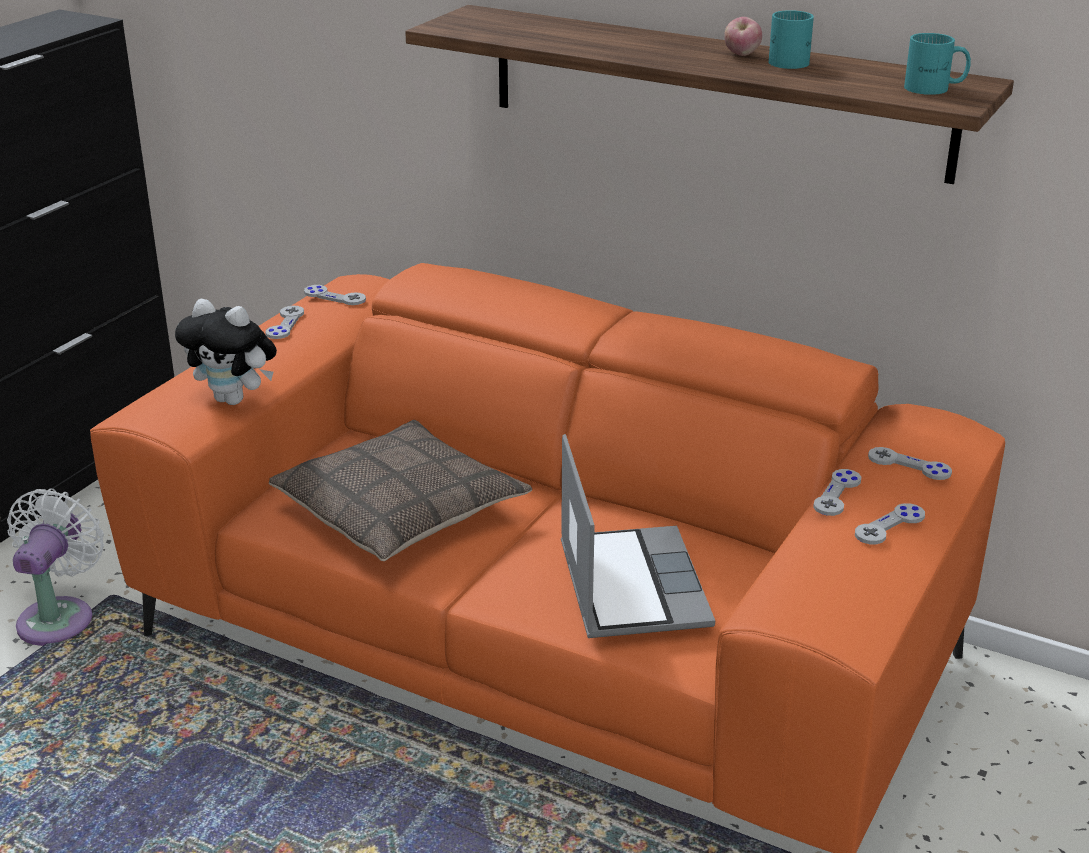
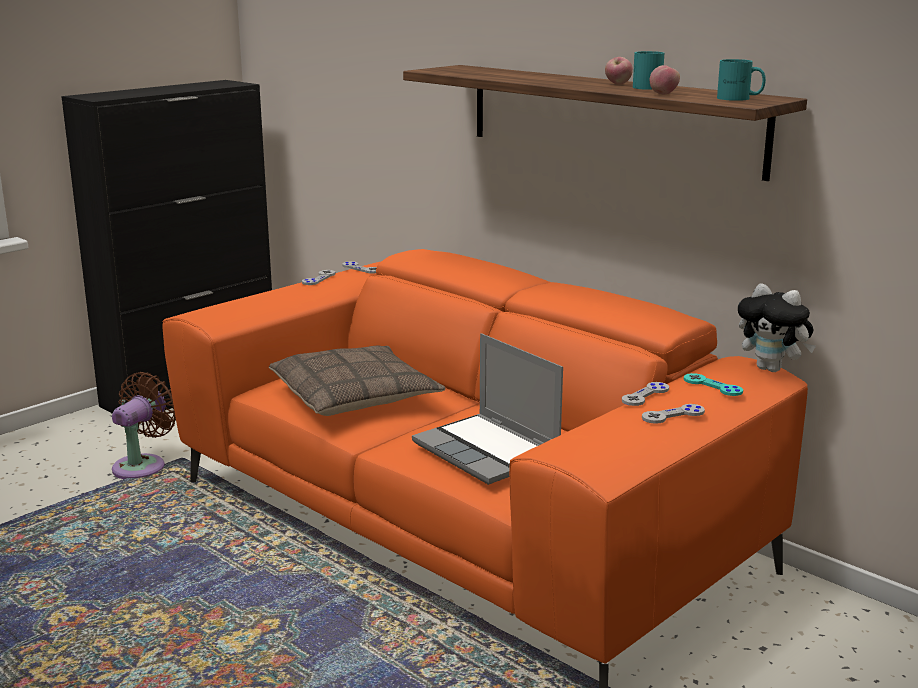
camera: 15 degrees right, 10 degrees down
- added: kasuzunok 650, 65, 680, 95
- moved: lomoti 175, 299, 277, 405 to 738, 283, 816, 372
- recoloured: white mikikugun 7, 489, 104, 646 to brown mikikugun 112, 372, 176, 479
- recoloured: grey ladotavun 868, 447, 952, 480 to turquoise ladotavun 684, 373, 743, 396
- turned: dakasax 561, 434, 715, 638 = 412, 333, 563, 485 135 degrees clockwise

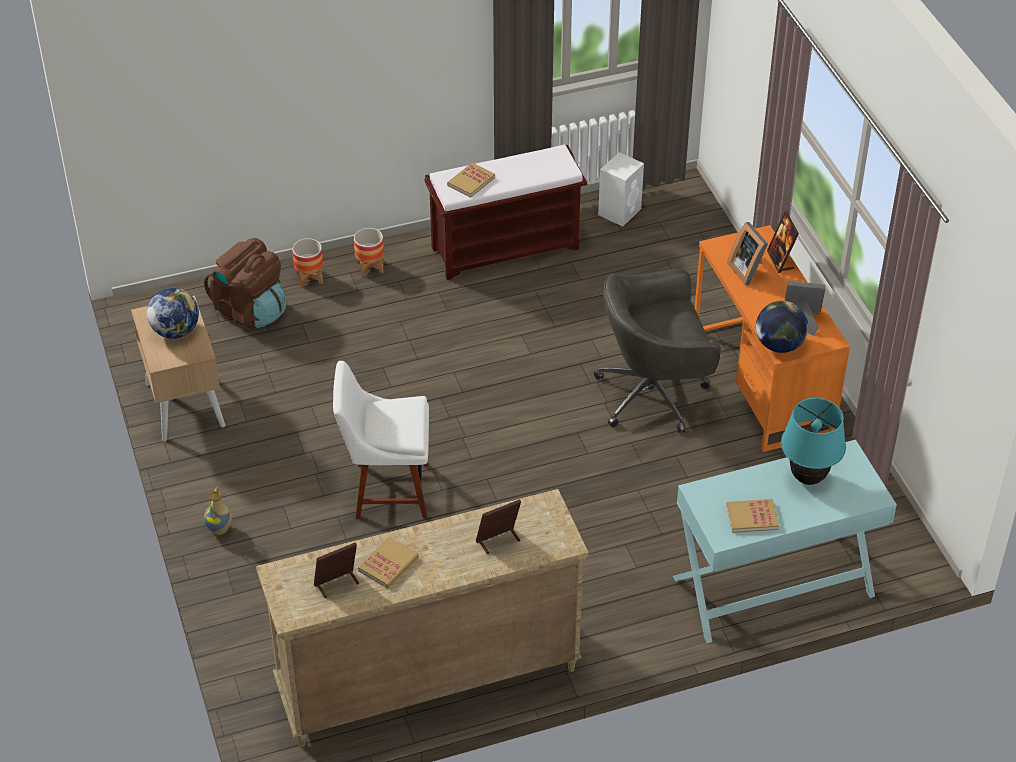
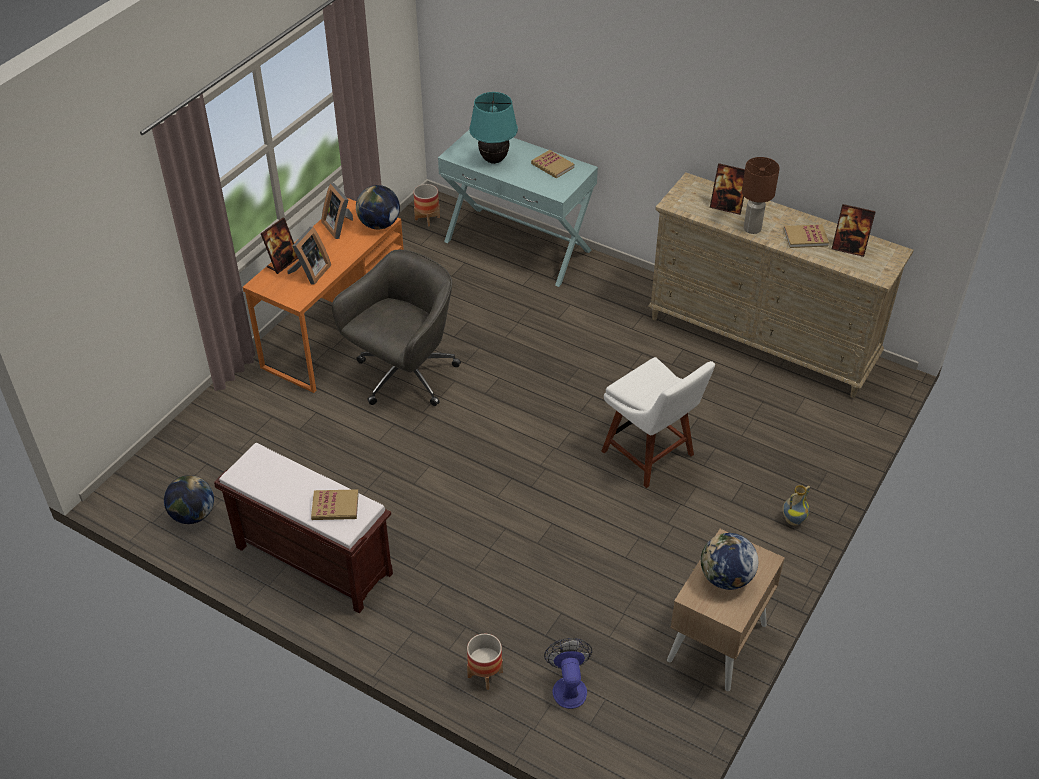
camera: 130 degrees left, 0 degrees up
- added: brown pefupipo 742, 157, 780, 234
- moved: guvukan 354, 228, 384, 276 to 414, 184, 440, 226
- replaced: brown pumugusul 204, 238, 286, 329 to mikikugun 544, 638, 592, 709
- replaced: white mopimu 598, 152, 644, 226 to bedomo 164, 475, 214, 524
- turned: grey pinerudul 594, 268, 721, 433 = 332, 250, 461, 406 90 degrees counterclockwise

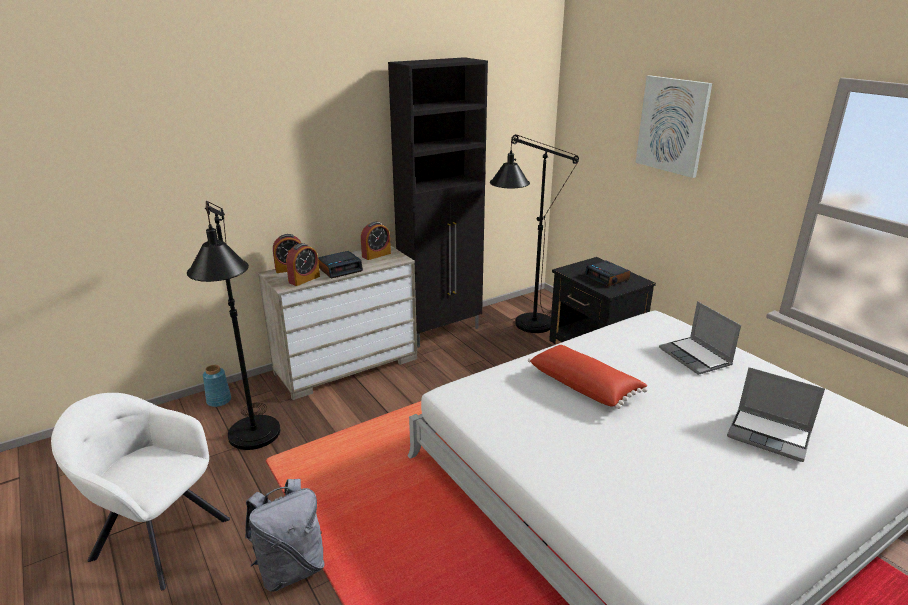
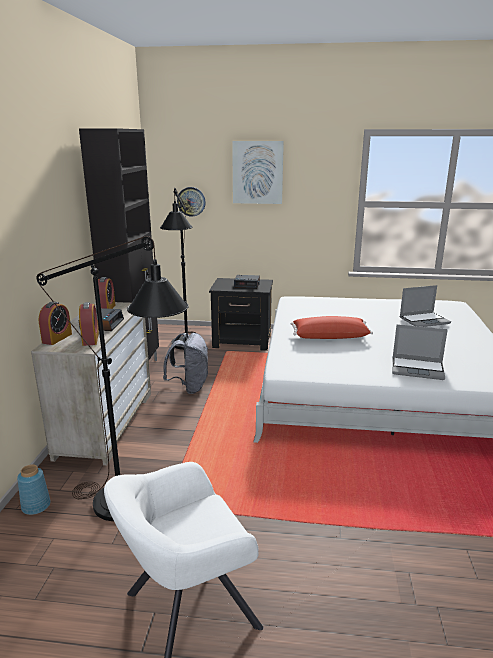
camera: 50 degrees left, 5 degrees down
- added: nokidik 177, 187, 206, 217
- moved: grey pumugusul 245, 479, 325, 592 to 163, 333, 208, 394
- moved: dakasax 659, 301, 741, 375 to 392, 324, 448, 380

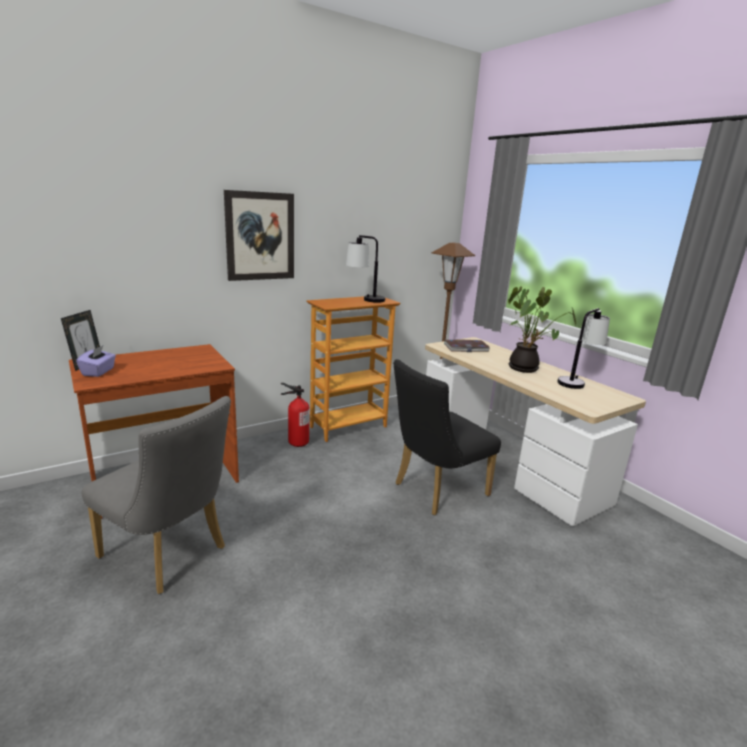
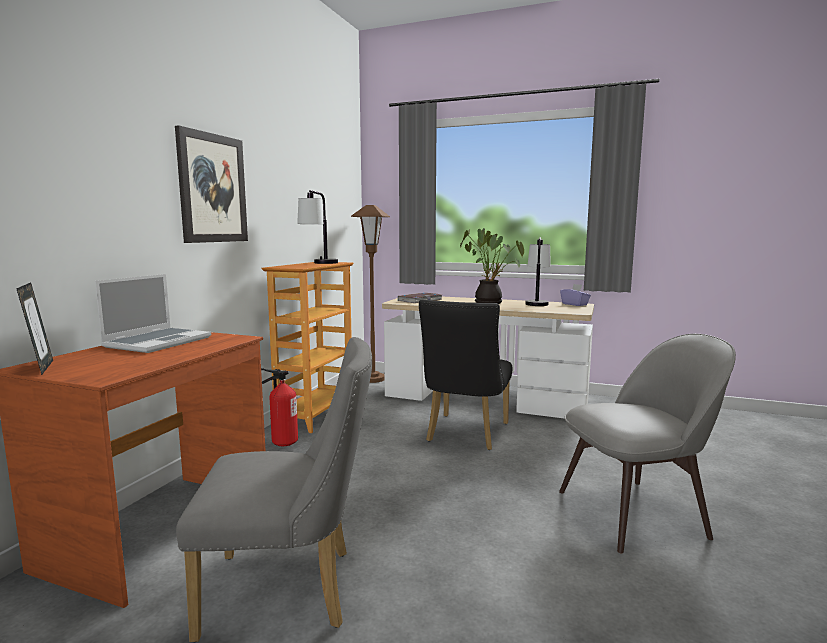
camera: 35 degrees left, 10 degrees down
- added: dakasax 95, 274, 211, 353
- added: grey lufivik 559, 334, 736, 553
- moved: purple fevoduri 76, 346, 116, 377 to 560, 284, 591, 306

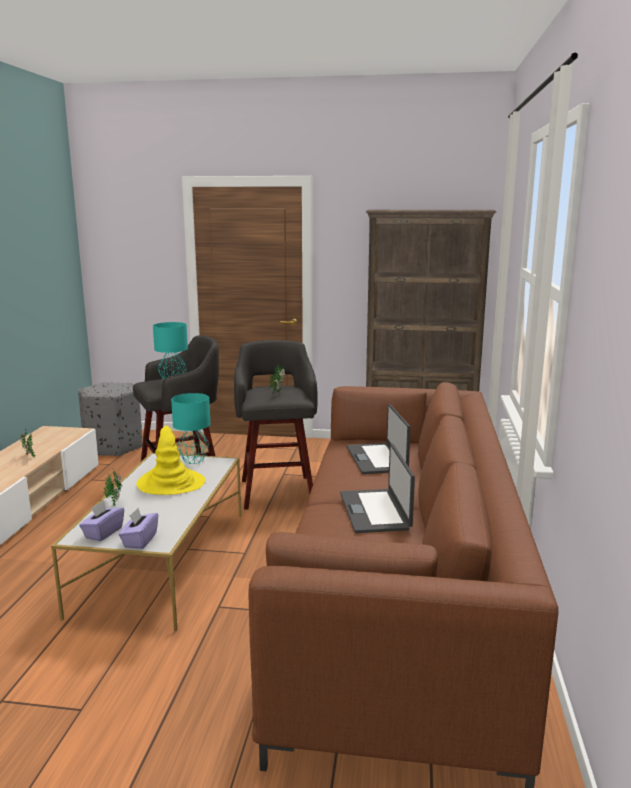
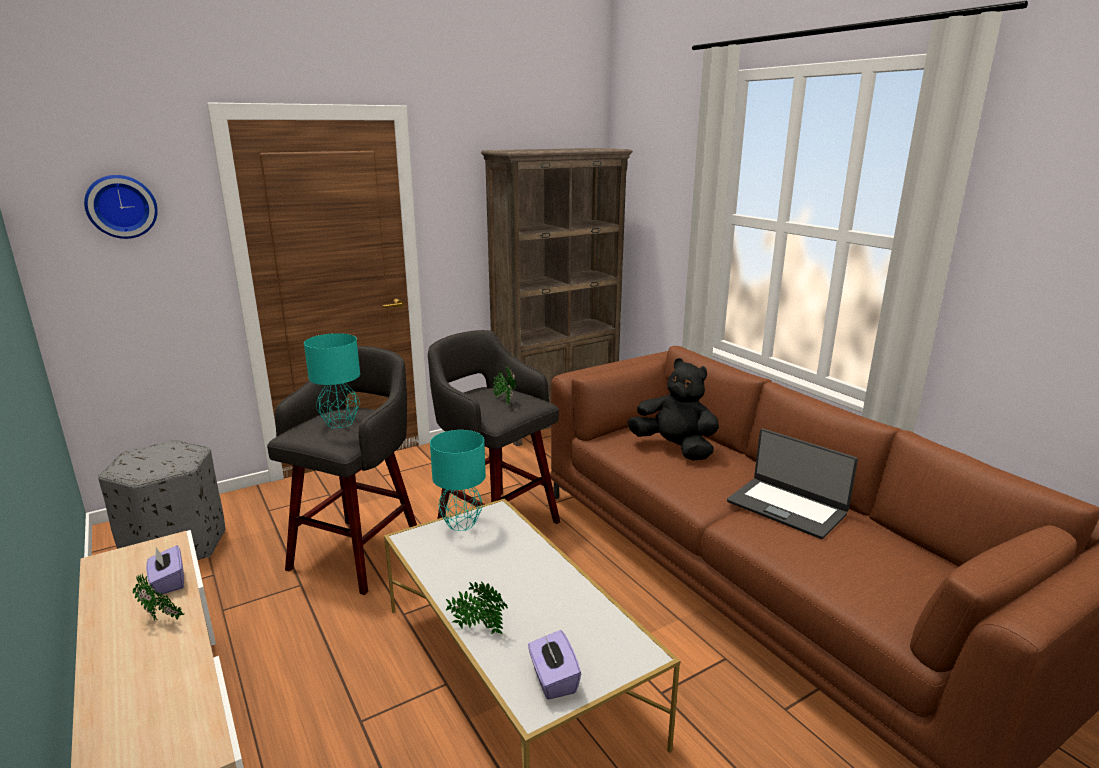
camera: 40 degrees left, 5 degrees up
- removed: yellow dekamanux 136, 426, 205, 495
- added: nokidik 84, 175, 158, 239
- moved: purple fevoduri 119, 508, 158, 549 to 146, 545, 184, 594
- replaced: dakasax 347, 404, 411, 474 to black lomoti 628, 358, 719, 460

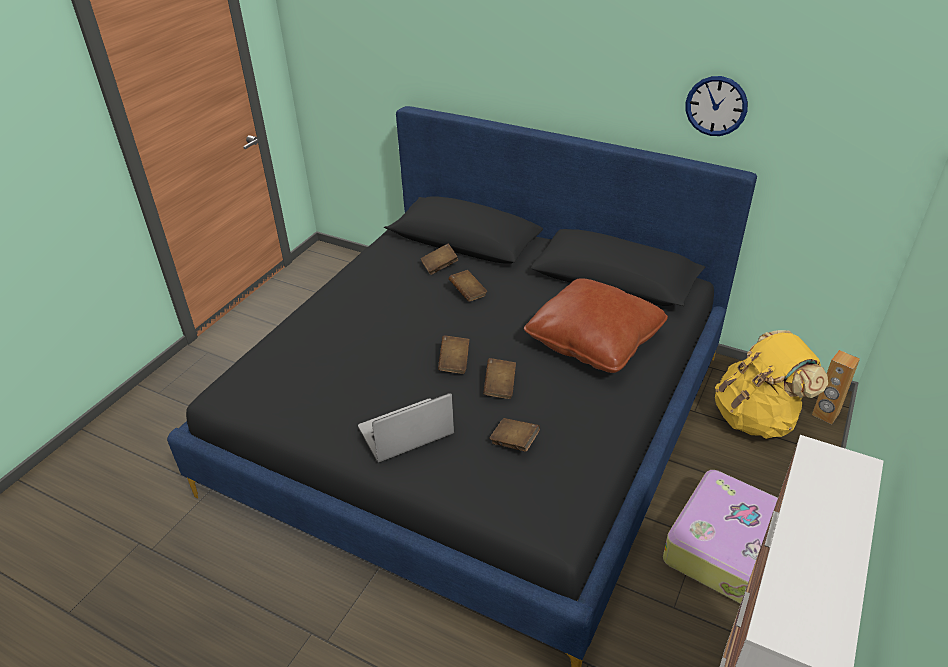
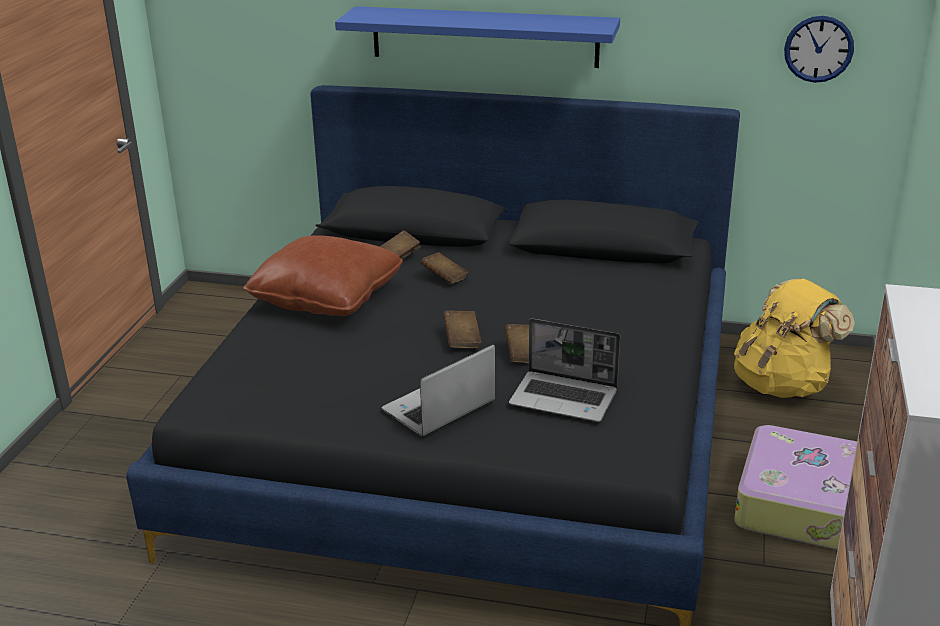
camera: 15 degrees left, 10 degrees down
- removed: brown mopimu 812, 350, 860, 424
- added: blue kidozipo 335, 6, 620, 68
- moved: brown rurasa 524, 279, 668, 373 to 243, 235, 403, 316
- moved: nokidik 686, 76, 748, 136 to 784, 16, 854, 83
- replaced: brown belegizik 489, 418, 540, 452 to dakasax 509, 318, 620, 422

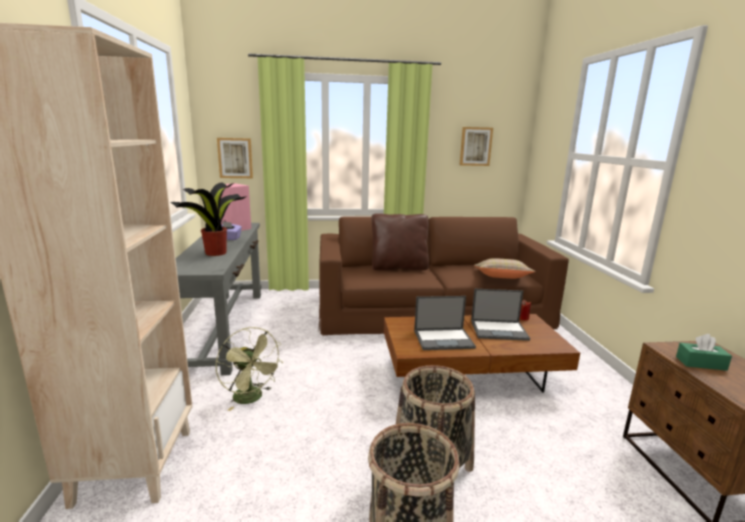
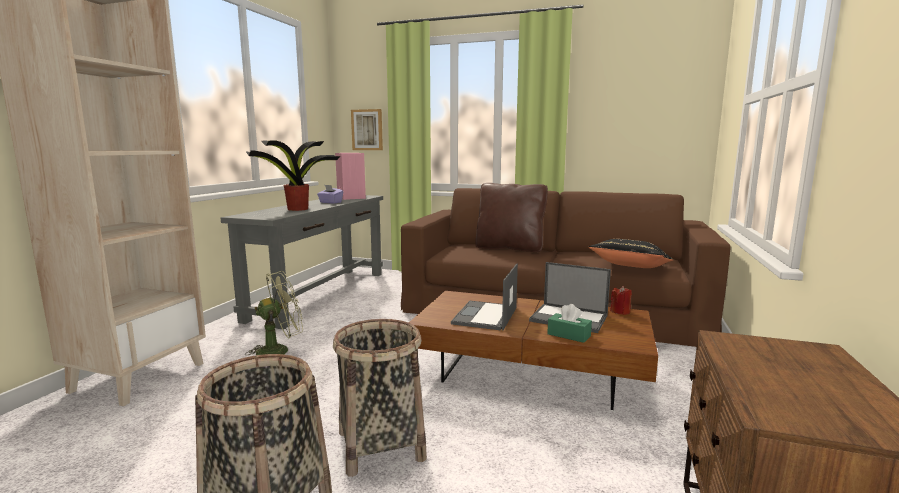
camera: 25 degrees right, 5 degrees down
- removed: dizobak 460, 127, 493, 166
- moved: green fevoduri 676, 334, 732, 371 to 547, 304, 592, 343
- recoloured: beige rurasa 474, 258, 536, 279 to black rurasa 589, 239, 674, 268
- turned: green mikikugun 216, 327, 281, 411 = 245, 271, 303, 355 105 degrees counterclockwise
- turned: dakasax 414, 296, 476, 350 = 451, 264, 518, 331 90 degrees clockwise

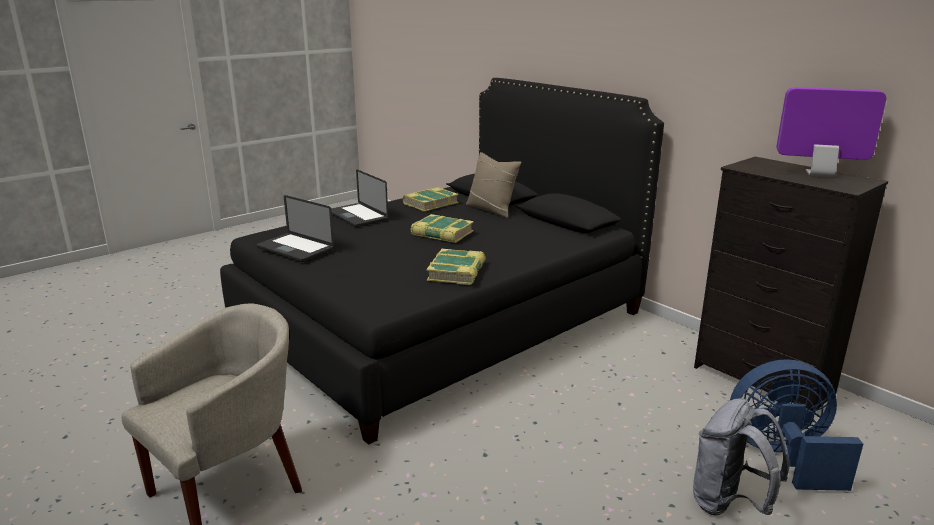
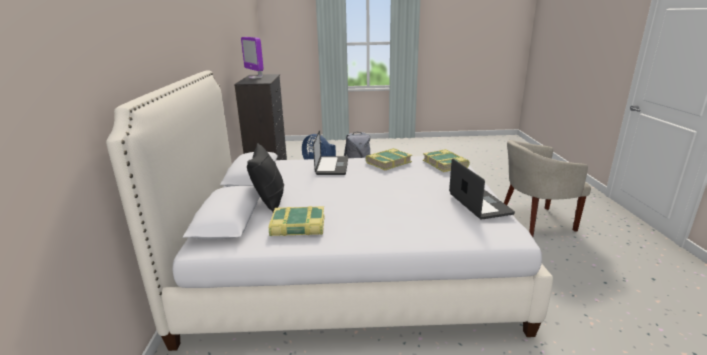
camera: 140 degrees left, 0 degrees up
- moved: dakasax 331, 169, 388, 227 to 313, 130, 348, 175
- moved: belegizik 411, 214, 474, 243 to 423, 149, 470, 172
- recoloured: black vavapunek 220, 78, 664, 445 to white vavapunek 106, 71, 553, 351
- recoloured: beige rurasa 466, 152, 521, 218 to black rurasa 247, 143, 284, 212

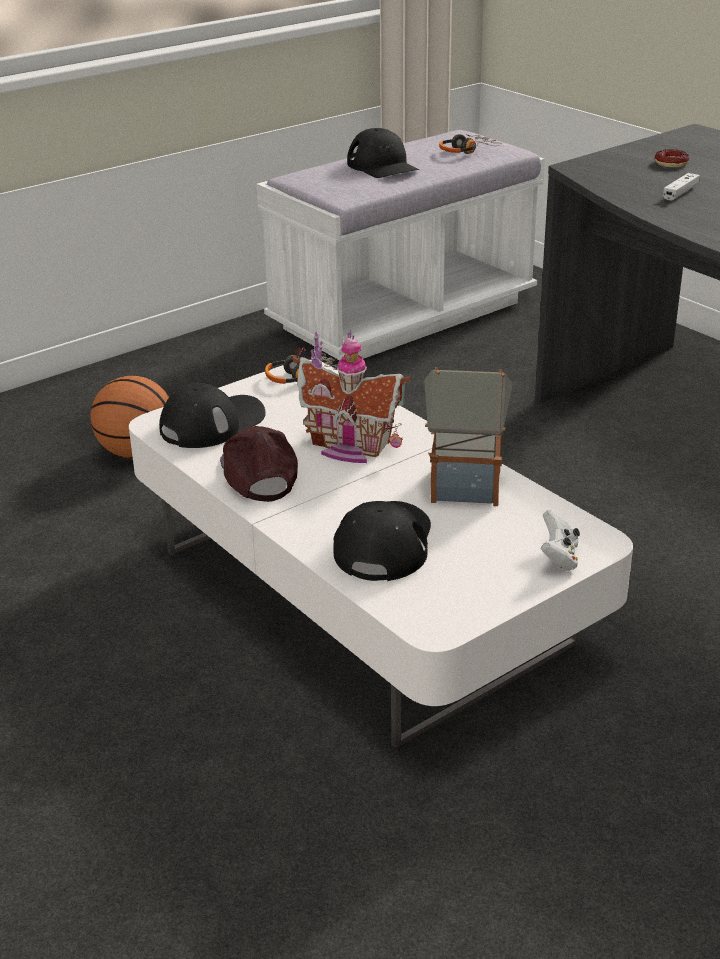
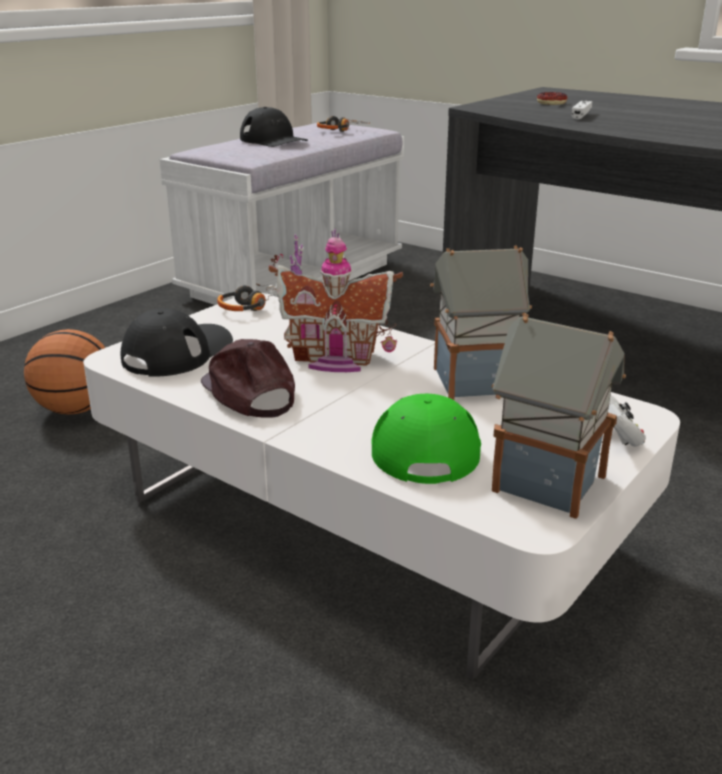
camera: 15 degrees left, 5 degrees down
- added: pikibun 491, 313, 626, 519
- recoloured: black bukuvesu 333, 501, 431, 581 to green bukuvesu 371, 394, 481, 484

